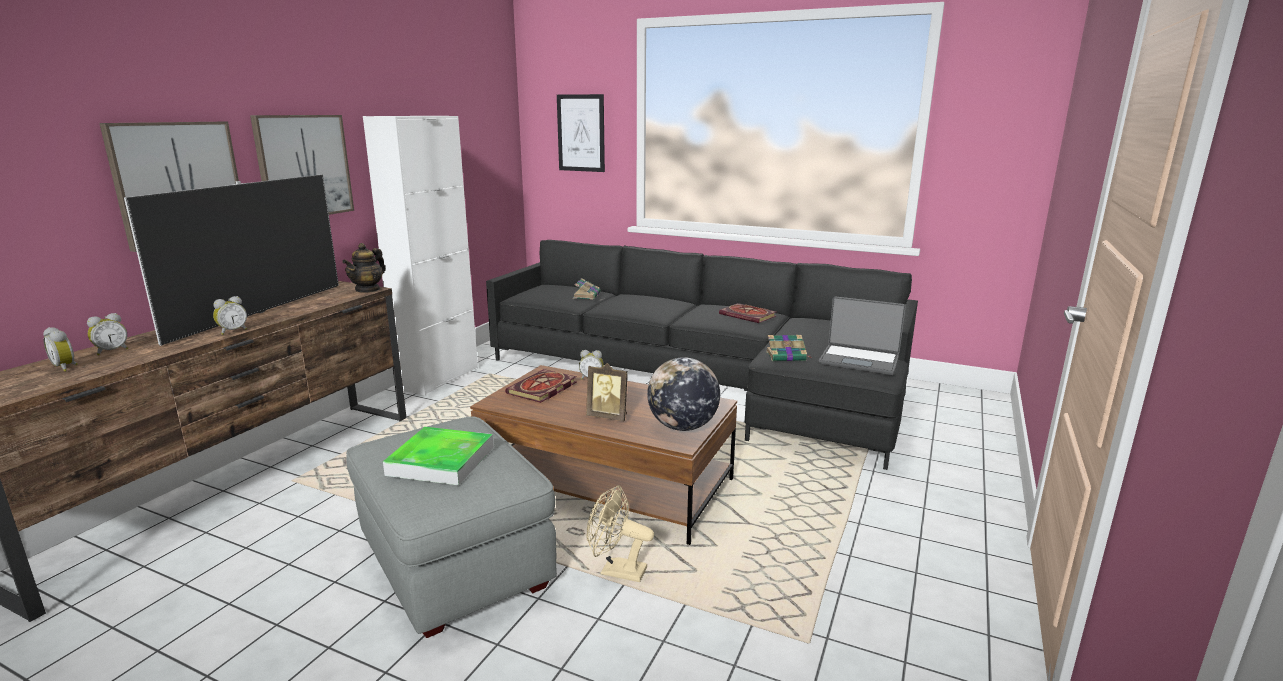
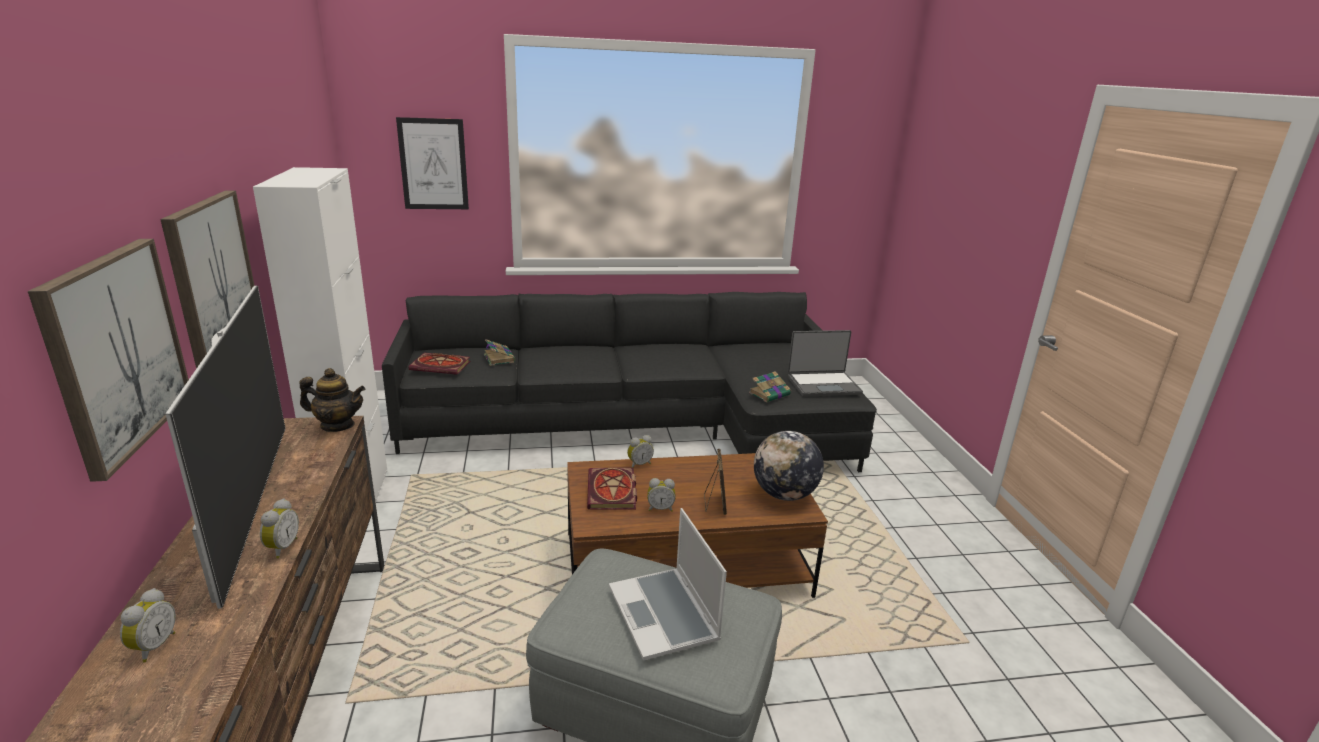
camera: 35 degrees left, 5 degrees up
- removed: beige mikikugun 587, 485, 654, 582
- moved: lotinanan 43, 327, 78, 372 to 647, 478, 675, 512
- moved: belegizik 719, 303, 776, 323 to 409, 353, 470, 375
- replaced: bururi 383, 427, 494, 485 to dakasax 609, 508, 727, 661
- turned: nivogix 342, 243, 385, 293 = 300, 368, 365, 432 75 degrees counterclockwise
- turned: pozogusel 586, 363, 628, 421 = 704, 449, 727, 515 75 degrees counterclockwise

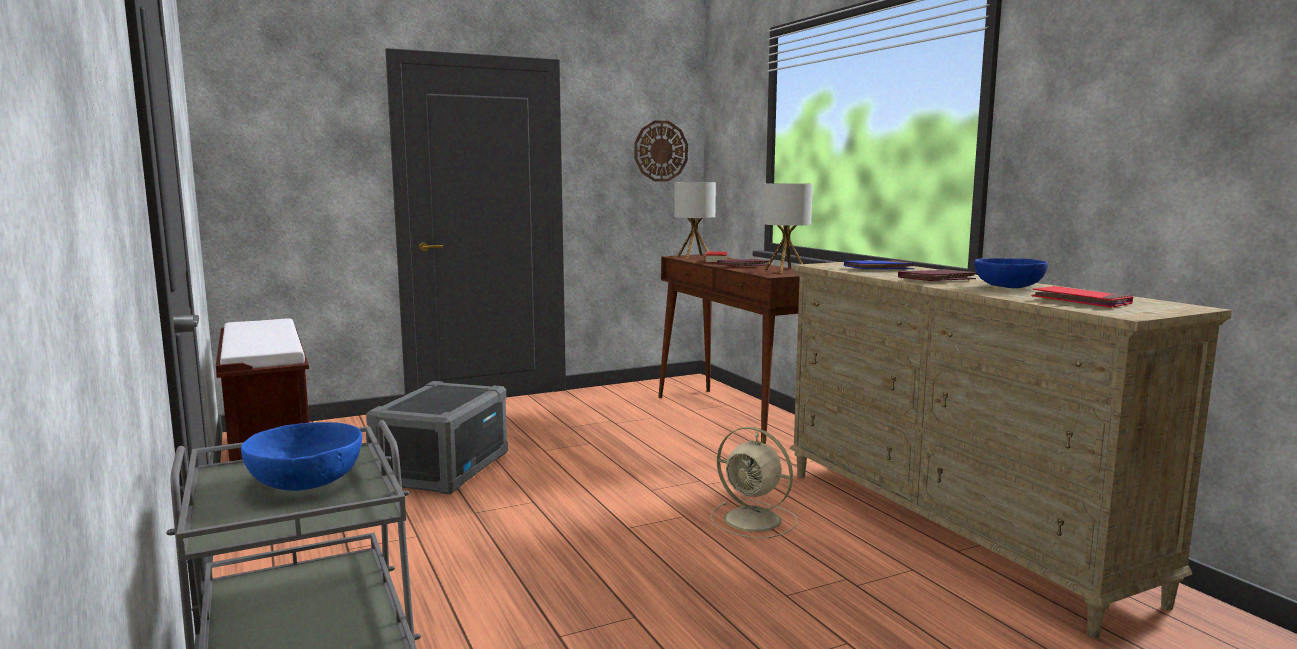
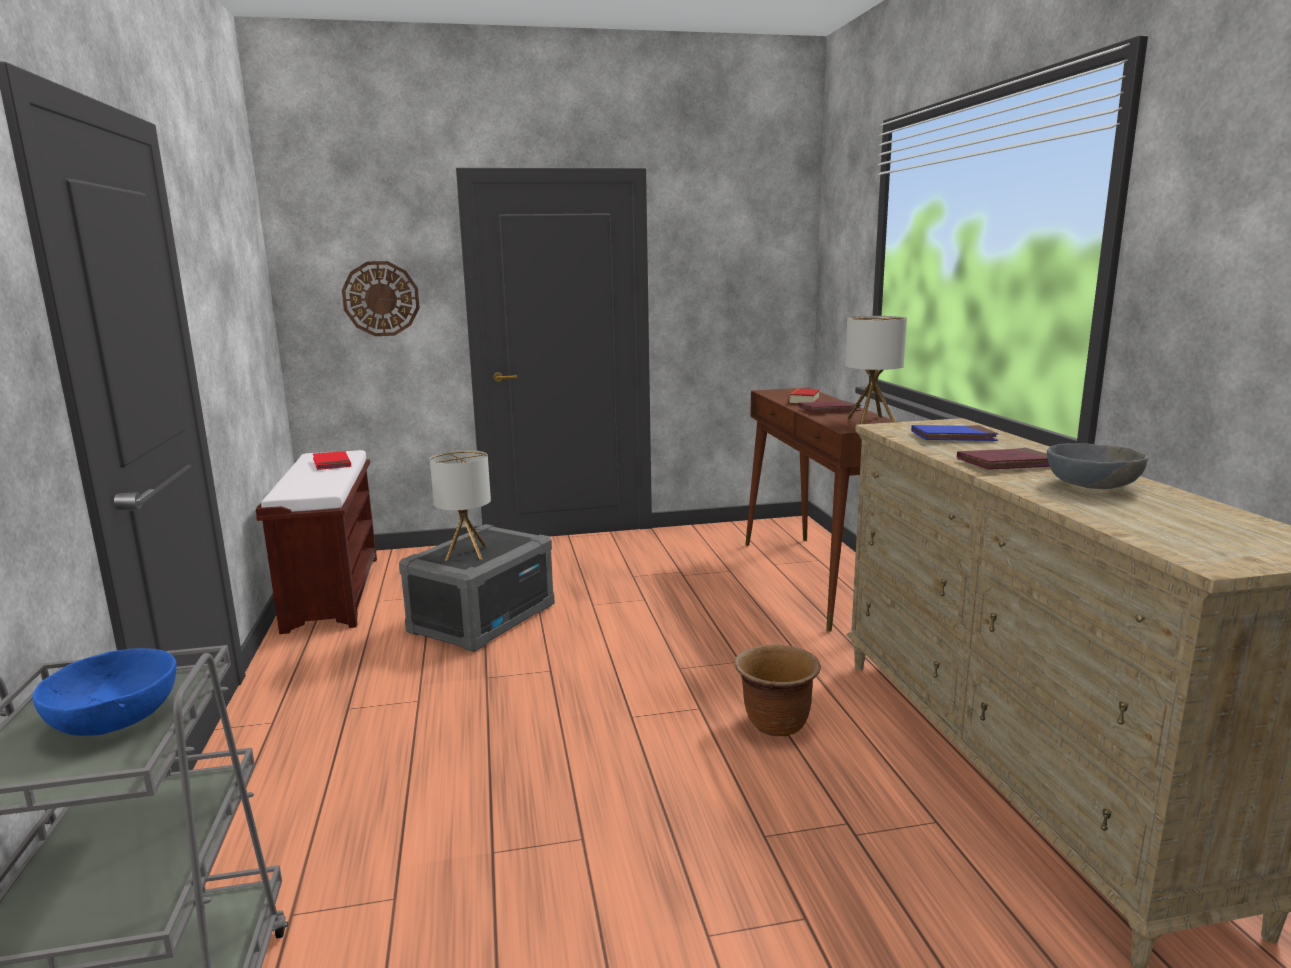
camera: 15 degrees right, 5 degrees up
- moved: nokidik 634, 120, 688, 182 to 342, 261, 420, 336
- moved: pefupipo 674, 182, 716, 259 to 430, 450, 491, 561
- moved: red belegizik 1031, 286, 1133, 308 to 313, 451, 351, 470
- replaced: beige mikikugun 710, 427, 798, 538 to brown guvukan 735, 644, 821, 736
- recoloured: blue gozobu 974, 258, 1048, 288 to grey gozobu 1047, 443, 1148, 489

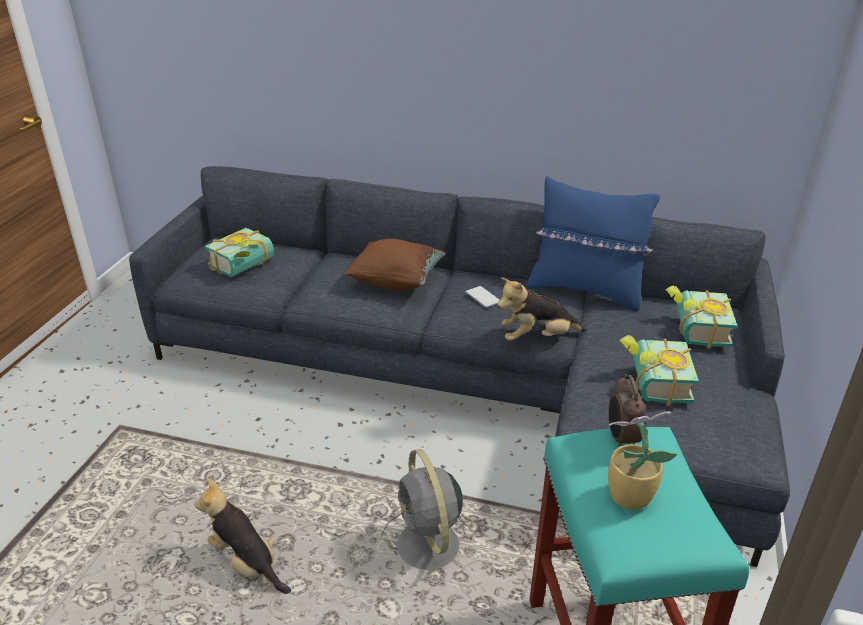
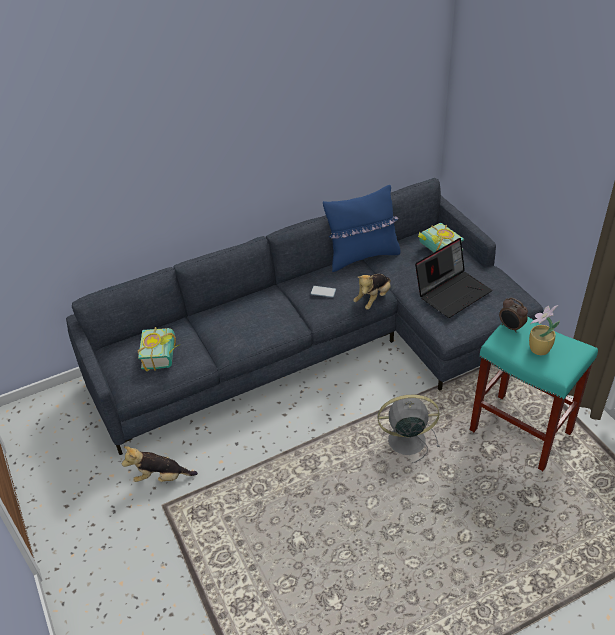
camera: 40 degrees left, 10 degrees up
- removed: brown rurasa 344, 239, 446, 290
- moved: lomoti 194, 479, 291, 594 to 122, 446, 198, 482
- replaced: belegizik 620, 335, 699, 406 to dakasax 415, 238, 492, 318
- turned: grey mikikugun 381, 449, 472, 570 = 378, 395, 440, 463 150 degrees clockwise

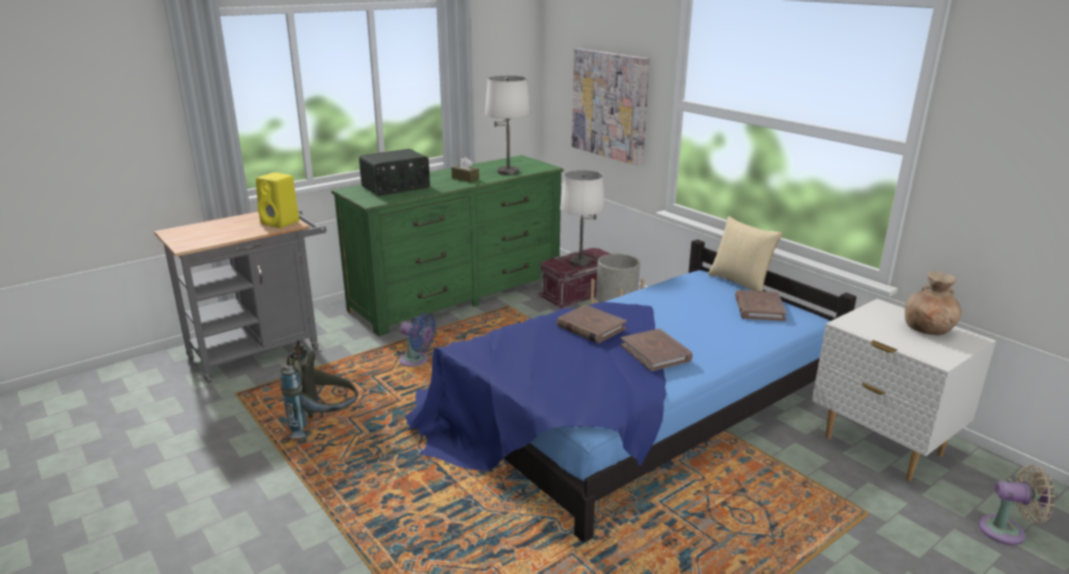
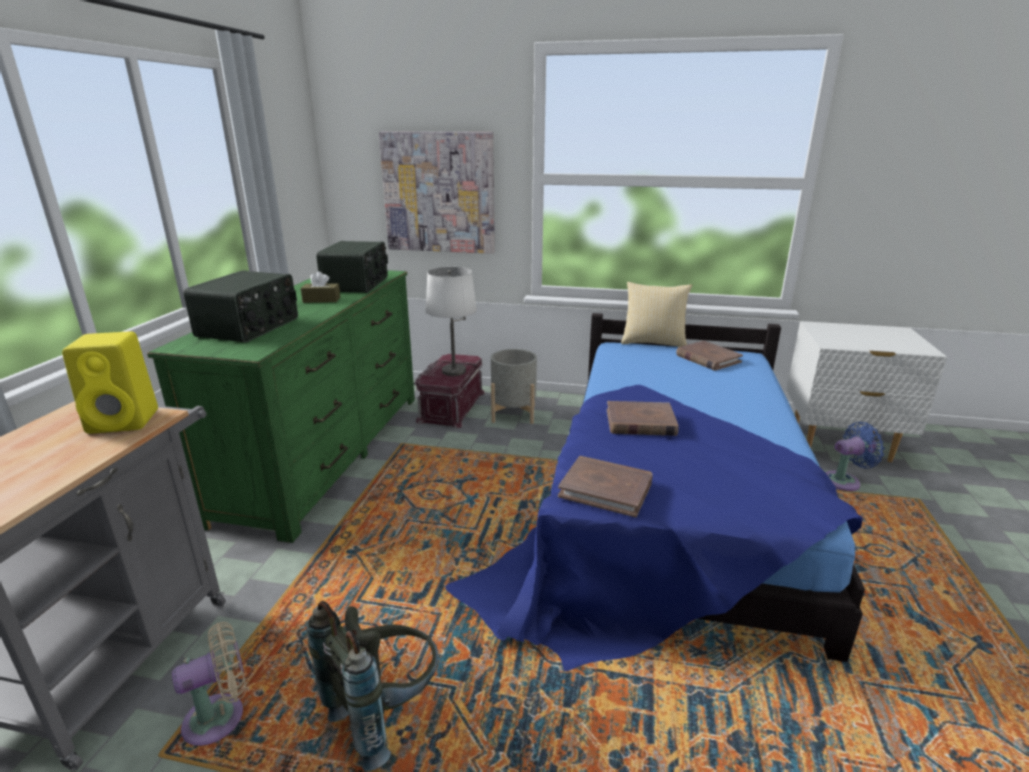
camera: 40 degrees left, 0 degrees up
- removed: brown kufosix 905, 272, 962, 335
- moved: blue mikikugun 399, 313, 436, 367 to 825, 422, 885, 491
- moved: brown belegizik 621, 329, 693, 371 to 558, 456, 652, 517
- moved: beige mikikugun 978, 465, 1055, 545 to 172, 622, 246, 746
- replaced: white pefupipo 485, 76, 531, 175 to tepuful 316, 241, 388, 293

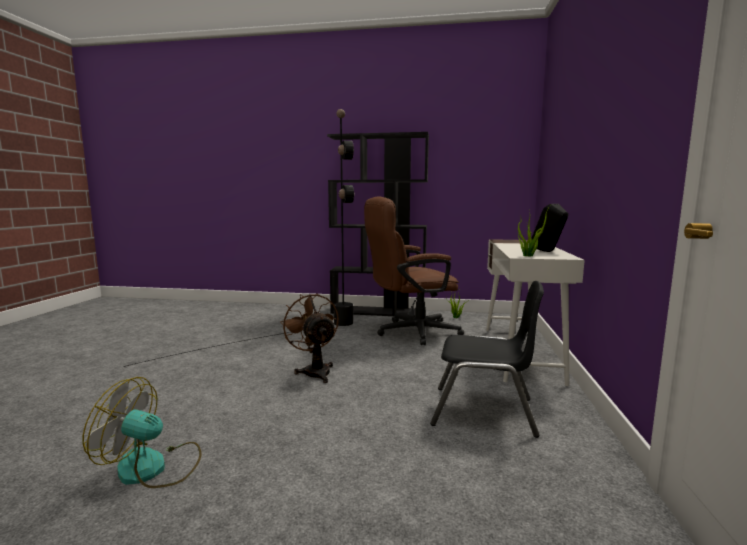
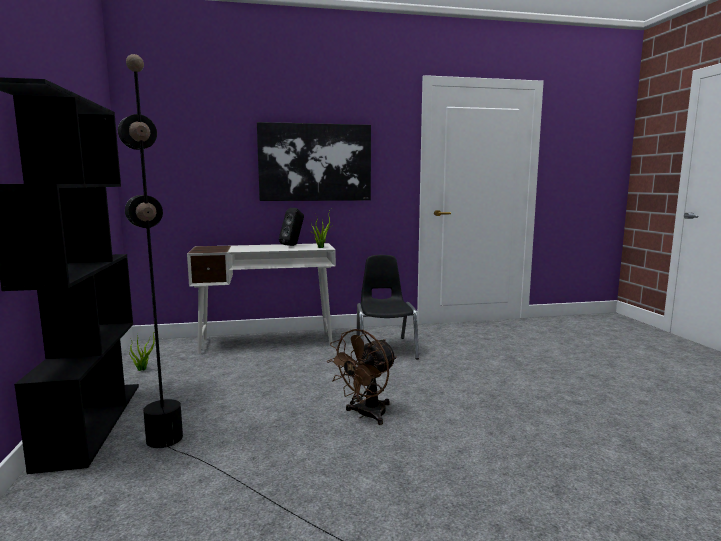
camera: 110 degrees left, 0 degrees up
- removed: mikikugun 82, 377, 201, 488
- removed: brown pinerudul 364, 197, 464, 345
- added: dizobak 257, 122, 371, 201

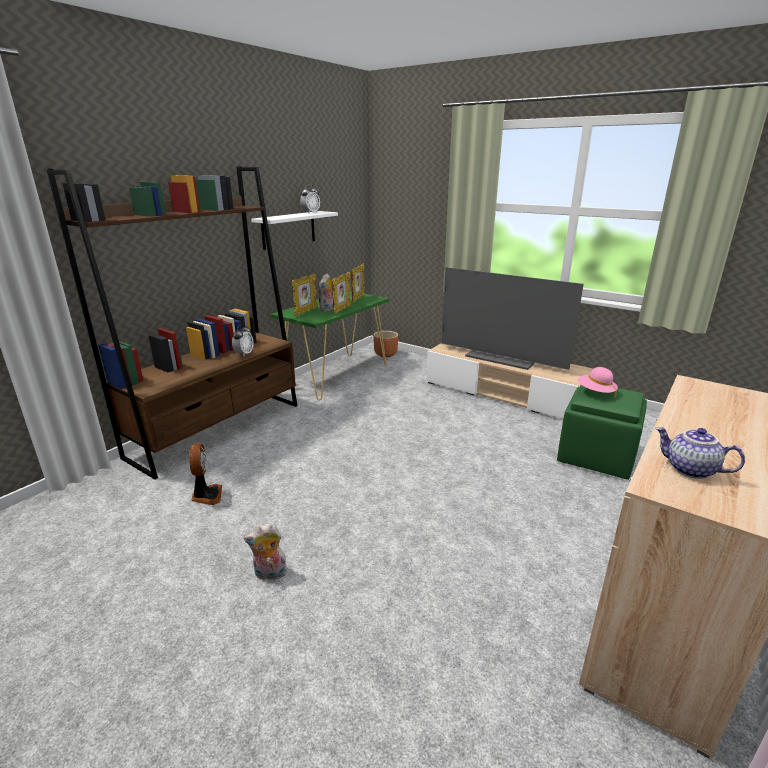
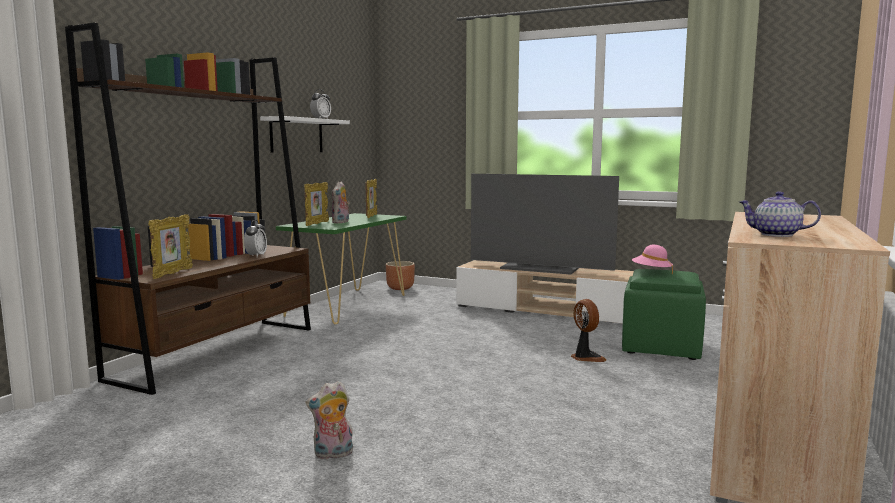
camera: 10 degrees left, 15 degrees down
- moved: mikikugun 189, 443, 222, 505 to 571, 299, 606, 362
- moved: pozogusel 332, 272, 351, 314 to 148, 214, 193, 279

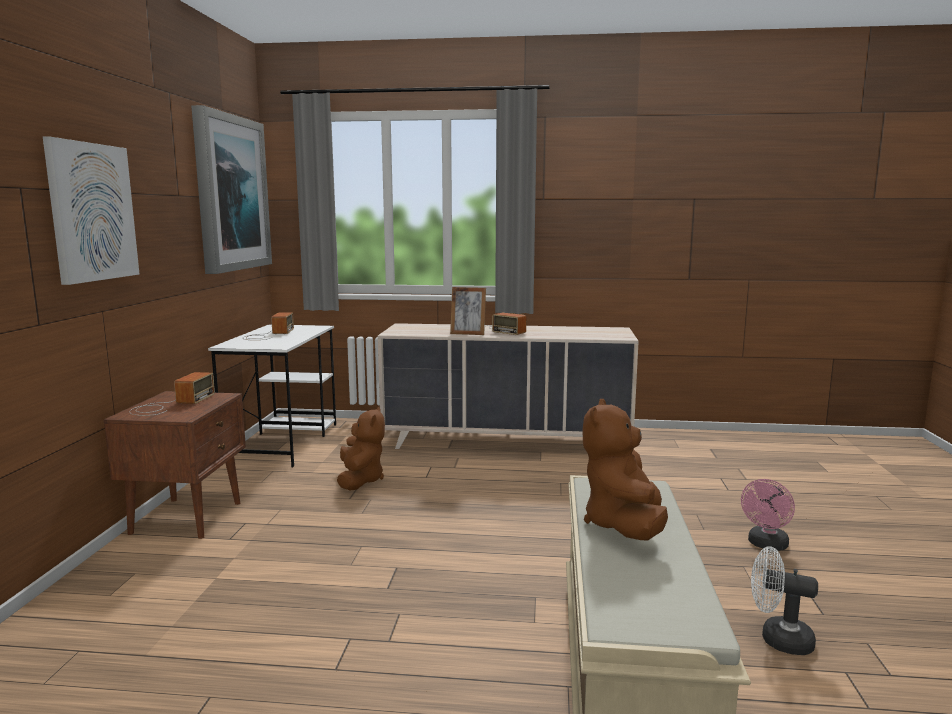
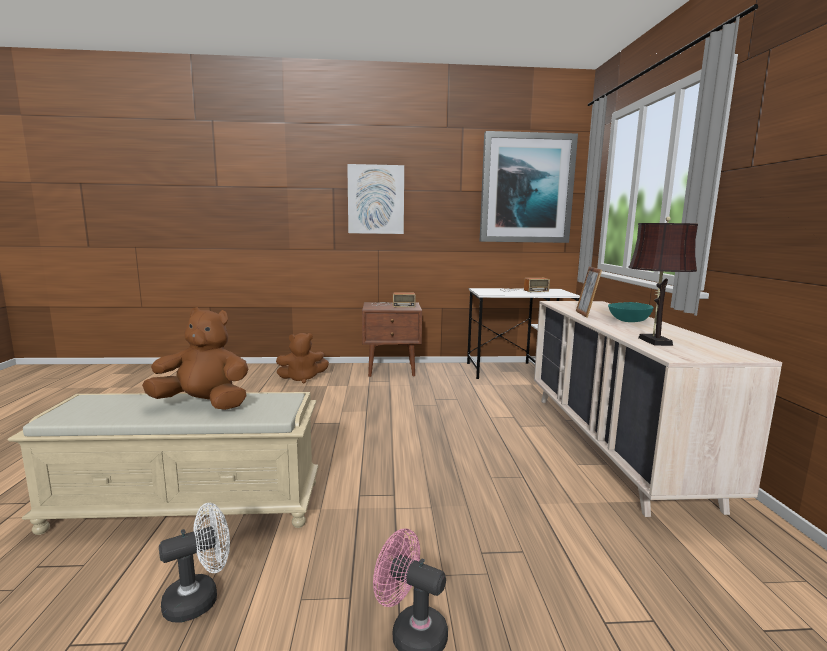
camera: 80 degrees right, 0 degrees up
- added: brown pefupipo 628, 217, 698, 346
- moved: brown lomoti 337, 406, 385, 491 to 276, 333, 329, 383
- replaced: tepuful 487, 313, 526, 335 to turquoise gozobu 608, 302, 654, 322
- turned: white mikikugun 751, 546, 818, 655 = 159, 503, 230, 622 45 degrees clockwise

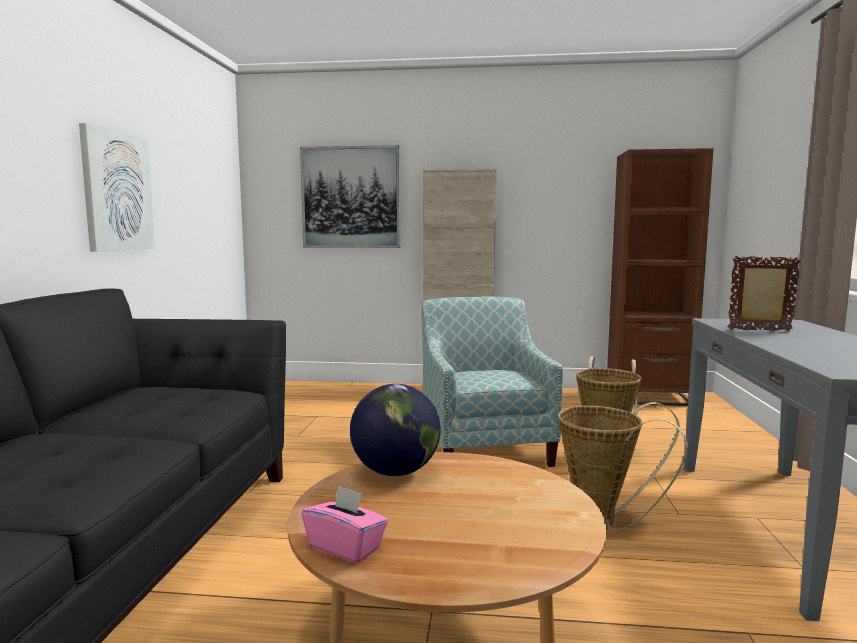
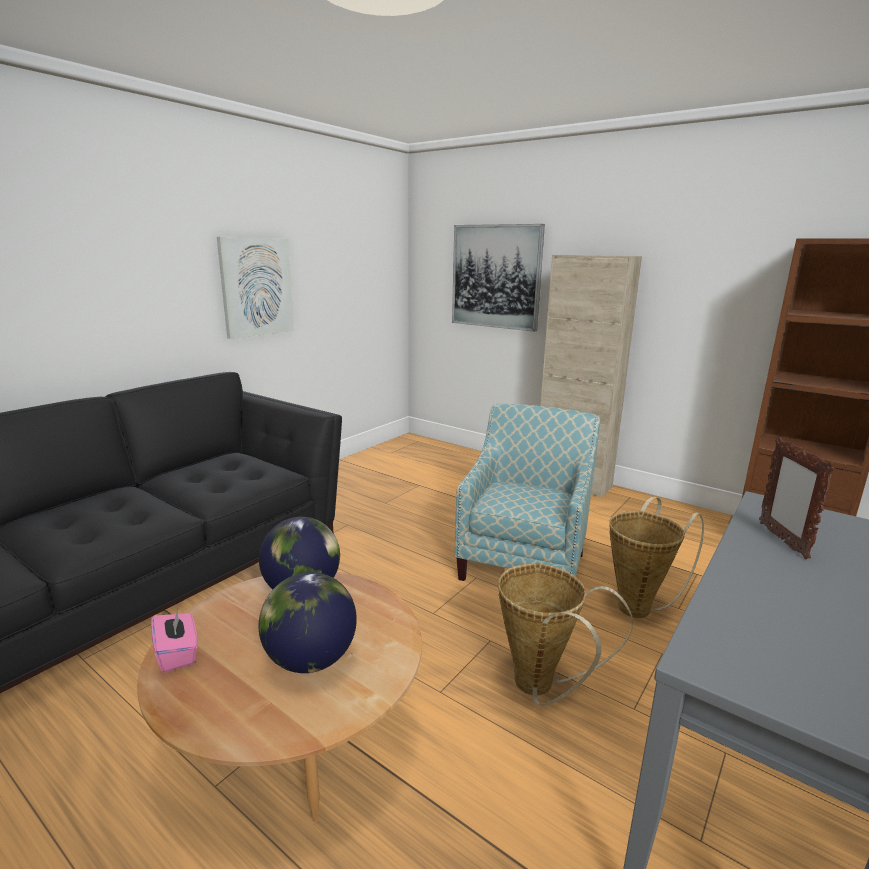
camera: 30 degrees right, 10 degrees up
- added: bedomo 259, 572, 357, 673
- turned: pozogusel 728, 256, 801, 331 = 759, 437, 835, 559 135 degrees counterclockwise

